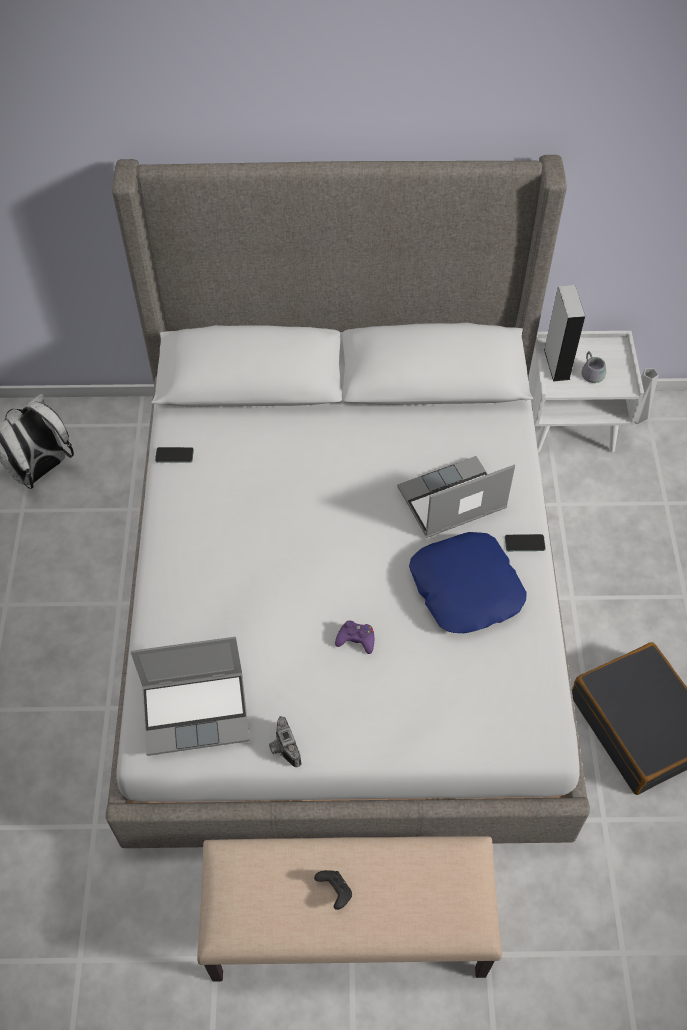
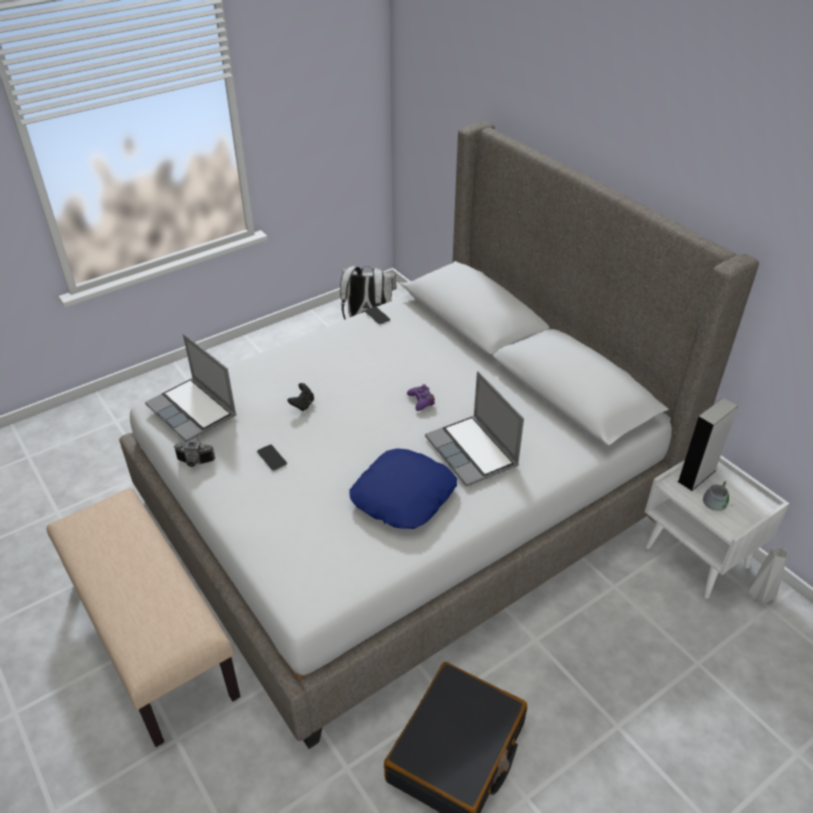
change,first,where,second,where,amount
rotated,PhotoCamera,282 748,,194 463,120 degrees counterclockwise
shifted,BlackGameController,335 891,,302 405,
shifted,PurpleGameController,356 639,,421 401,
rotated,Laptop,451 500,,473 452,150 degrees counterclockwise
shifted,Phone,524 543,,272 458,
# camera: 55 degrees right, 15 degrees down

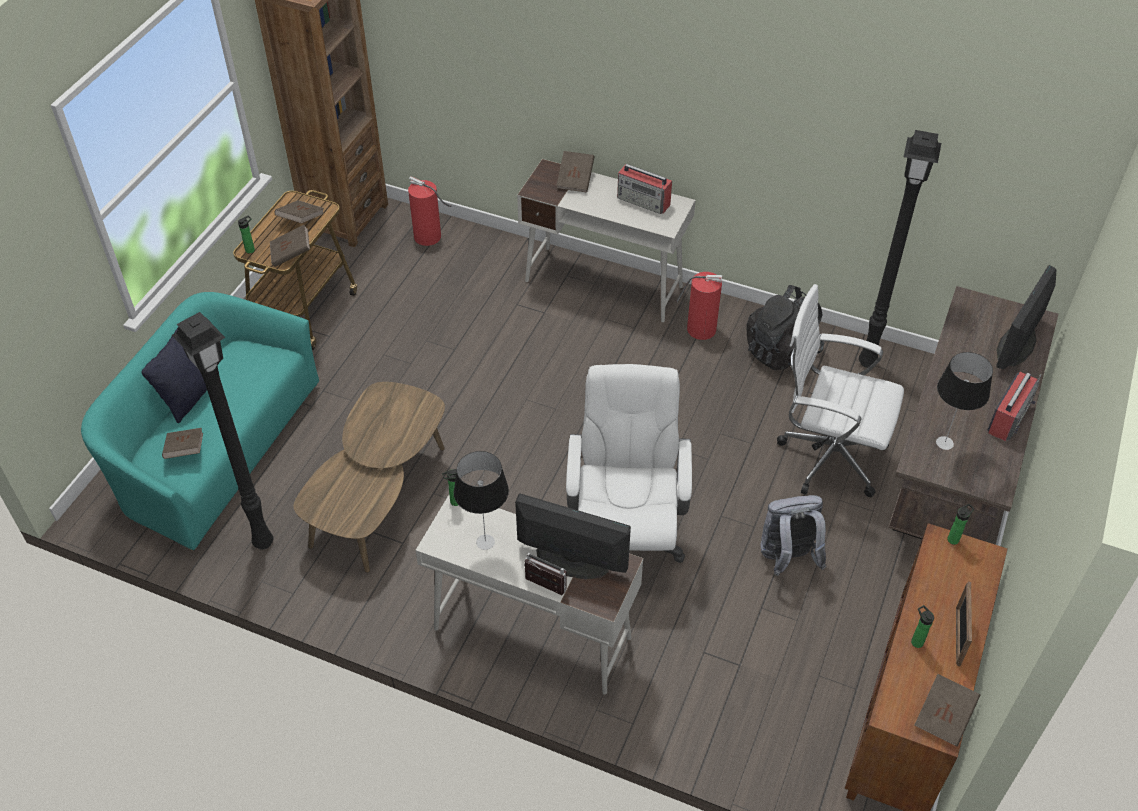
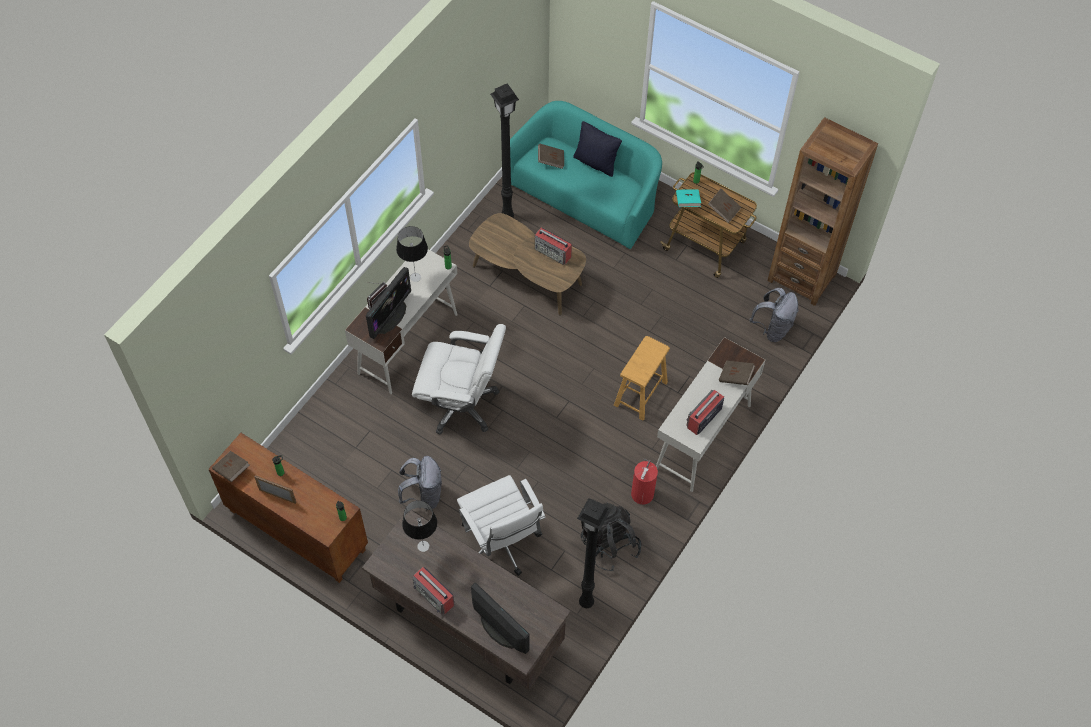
change,first,where,second,where,amount
repainted,BrownBook,291 254,TurquoiseBook,687 202,
swapped,FireExtinguisher,428 237,GreyBackpack,773 328,
rotated,WhiteOfficeChair,826 456,,502 545,120 degrees clockwise
new,,,Radio,553 253,
new,,,BrownStool,640 393,
# camera: 100 degrees right, 10 degrees up

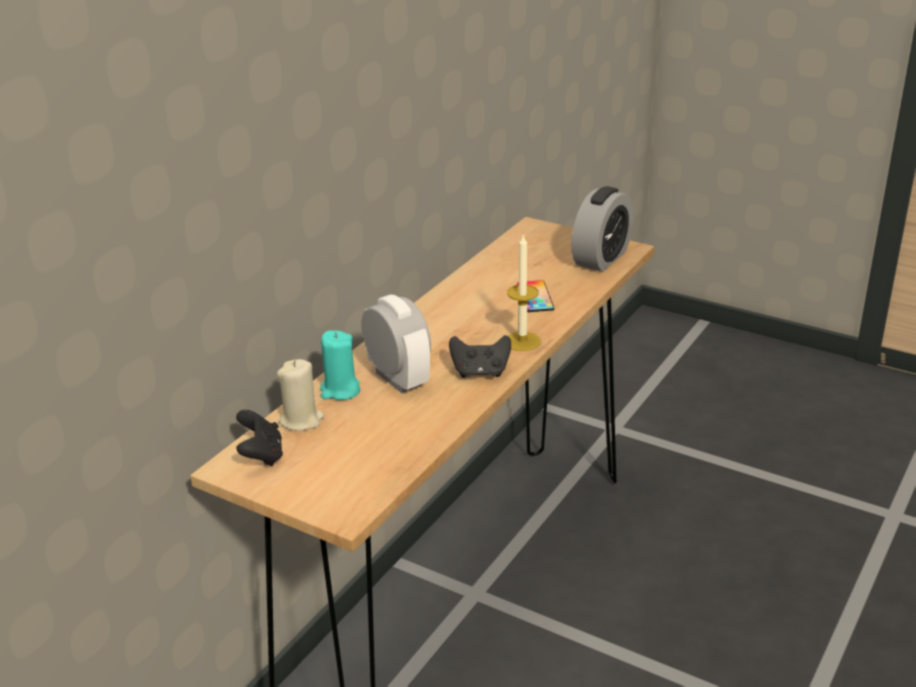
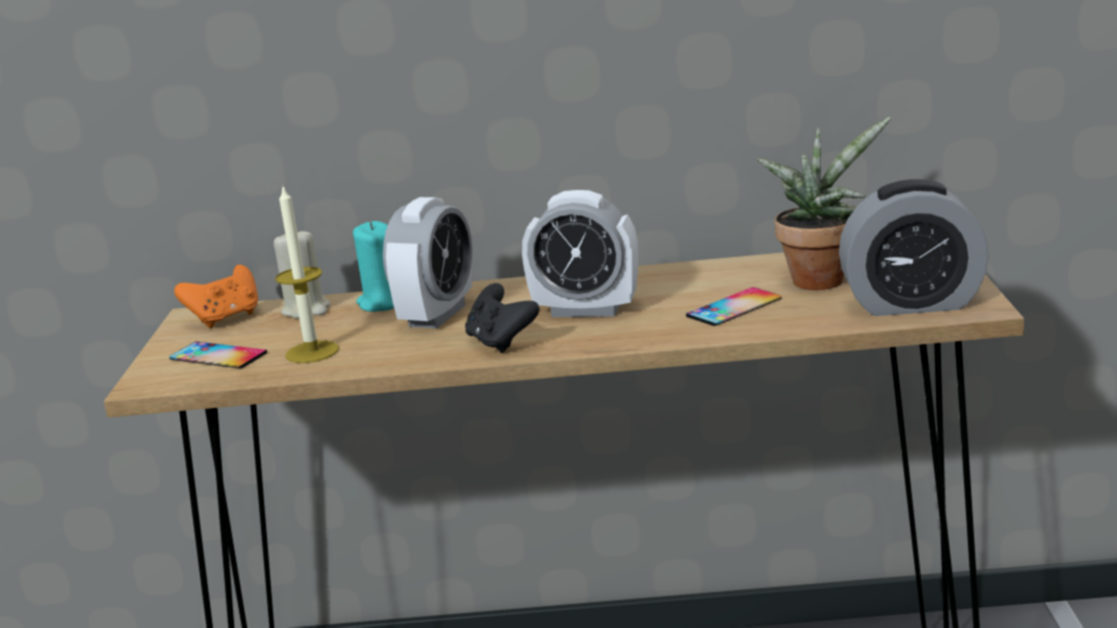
change,first,where,second,where,amount
repainted,BlackGameController,261 456,OrangeGameController,226 319,
shifted,Candle,522 341,,312 352,
new,,,Phone,218 356,
new,,,AlarmClock,586 310,
new,,,PottedPlant,821 278,
# camera: 60 degrees right, 10 degrees down

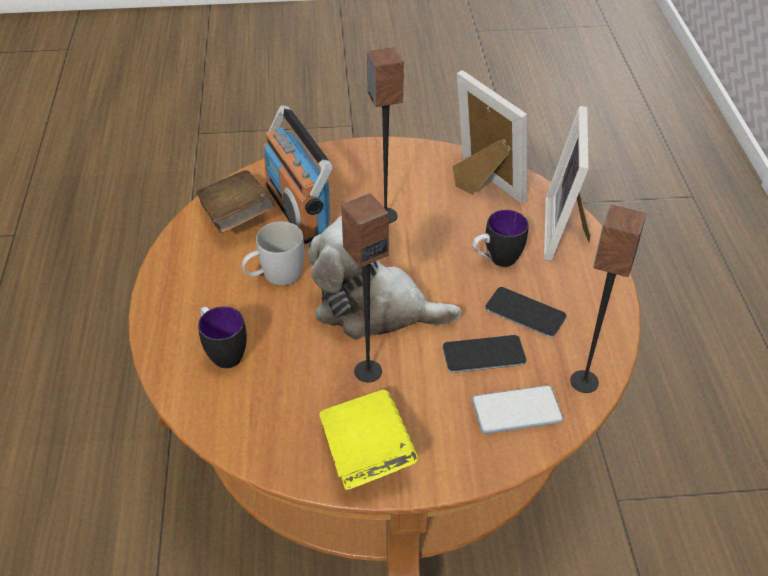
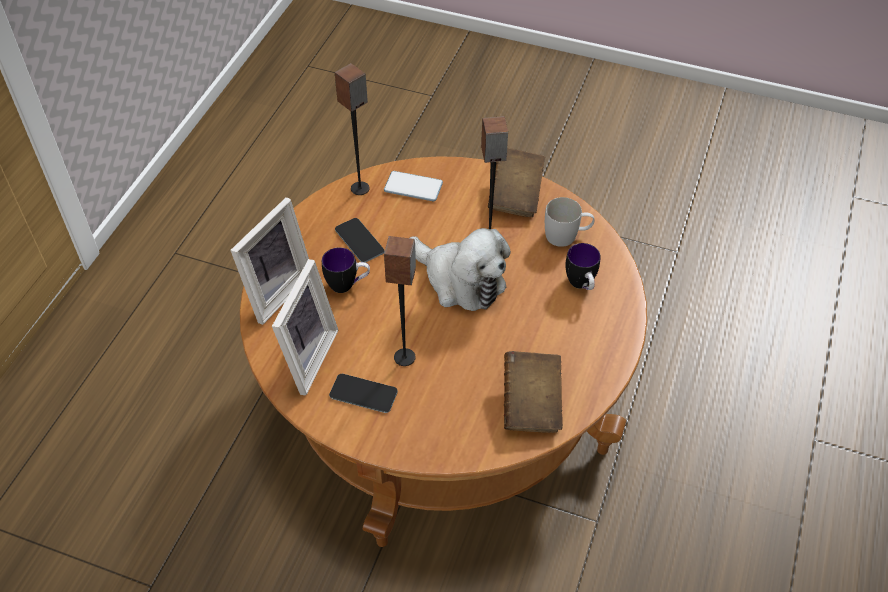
change,first,where,second,where,amount
shifted,WhiteMug,275 275,,567 235,
gone,Radio,298 210,,,
repainted,YellowBook,366 454,BrownBook,515 195,
shifted,Phone,484 354,,363 393,
rotated,PictureFrame,481 186,,304 357,150 degrees counterclockwise
# camera: 155 degrees left, 5 degrees up

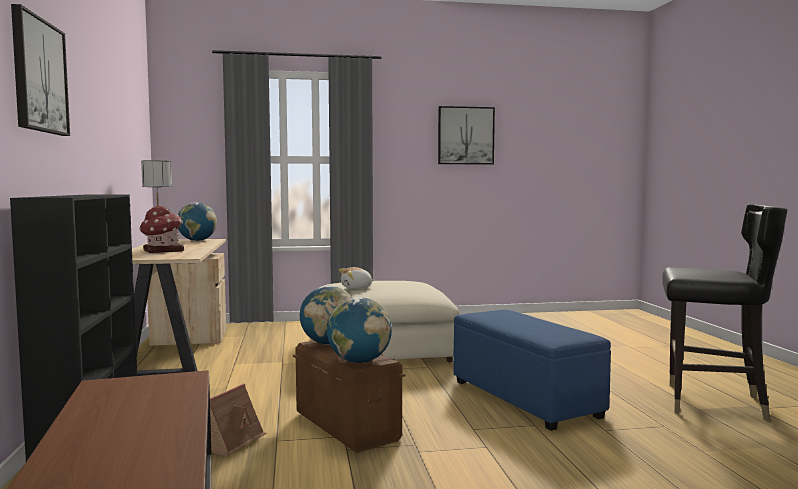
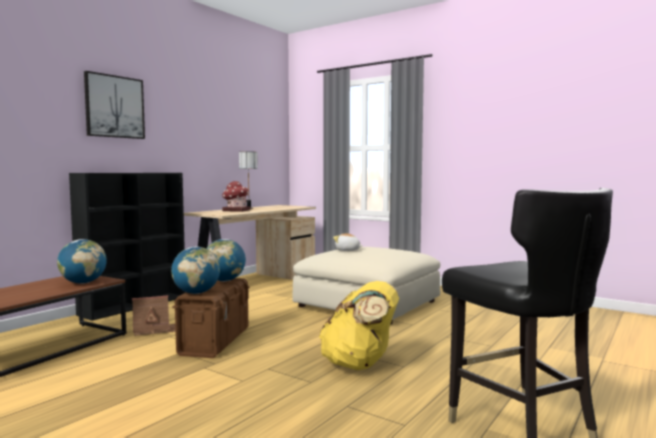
change,first,where,second,where,amount
shifted,Globe,197 240,,83 283,
gone,Picture,465 135,,,
swapped,BlueOttoman,525 399,YellowBackpack,360 364,
# camera: 45 degrees right, 0 degrees up

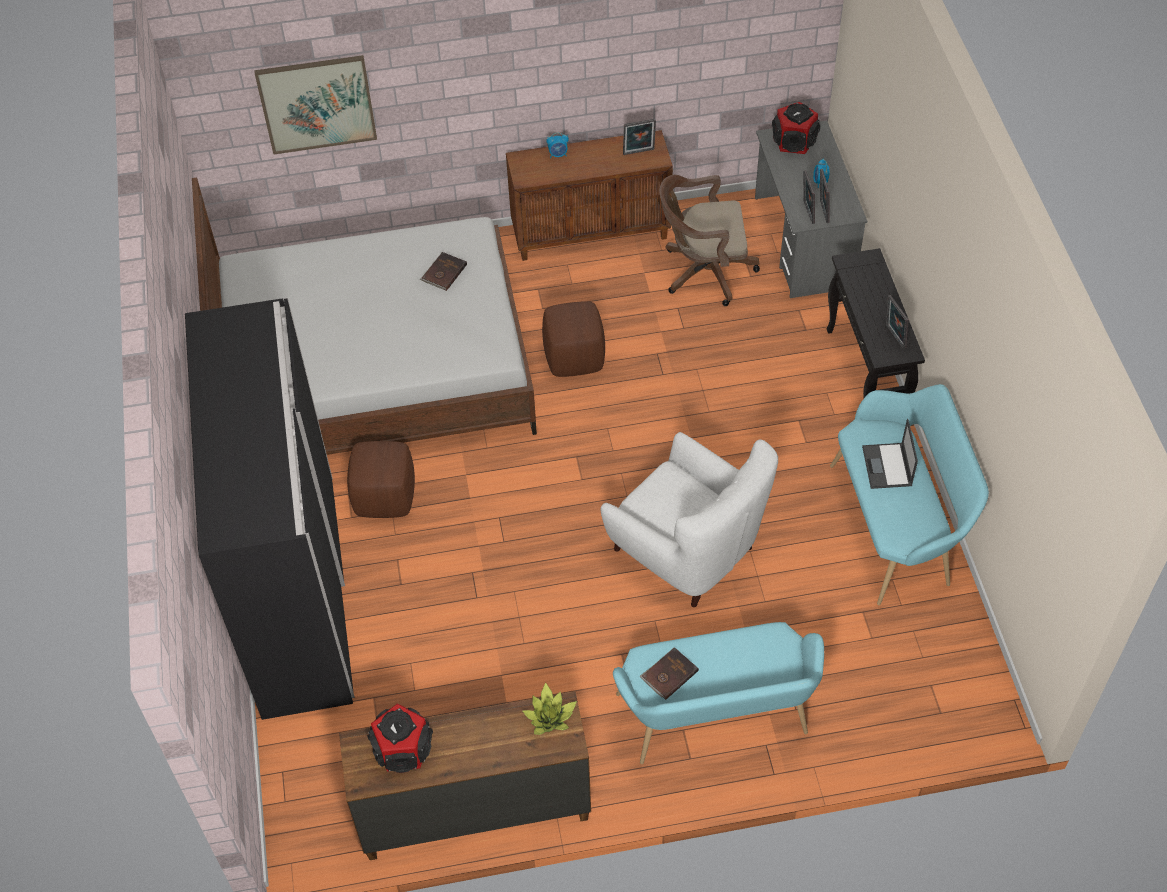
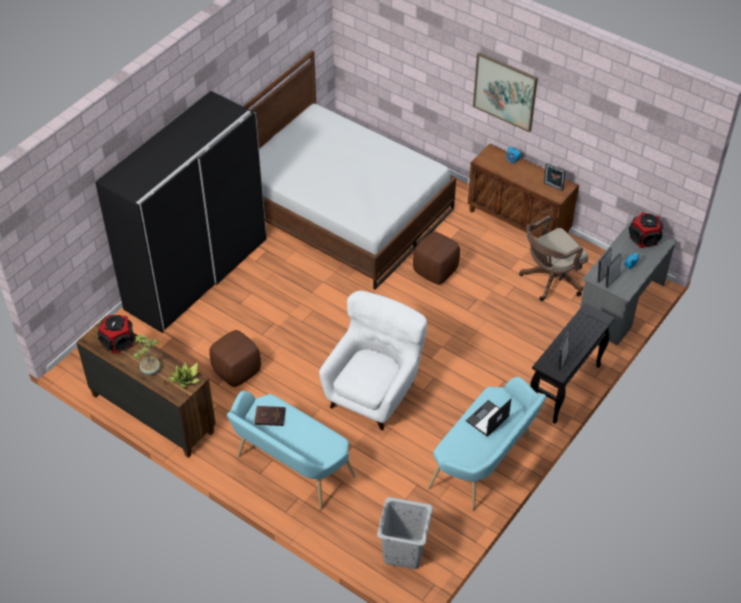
change,first,where,second,where,amount
shifted,Picture,317 104,,505 91,
shifted,BrownOttoman,385 497,,237 371,
gone,BrownBook,443 273,,,
rotated,WhiteArmchair,687 551,,373 392,150 degrees counterclockwise
rotated,BrownOfficeChair,703 272,,550 280,75 degrees counterclockwise
new,,,PottedPlant,150 369,
new,,,GreyLaundryBasket,403 551,
# camera: 45 degrees right, 5 degrees down

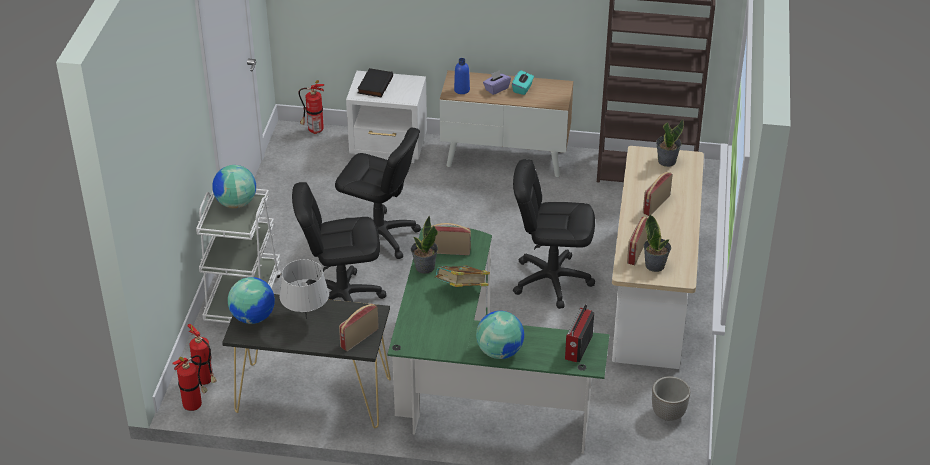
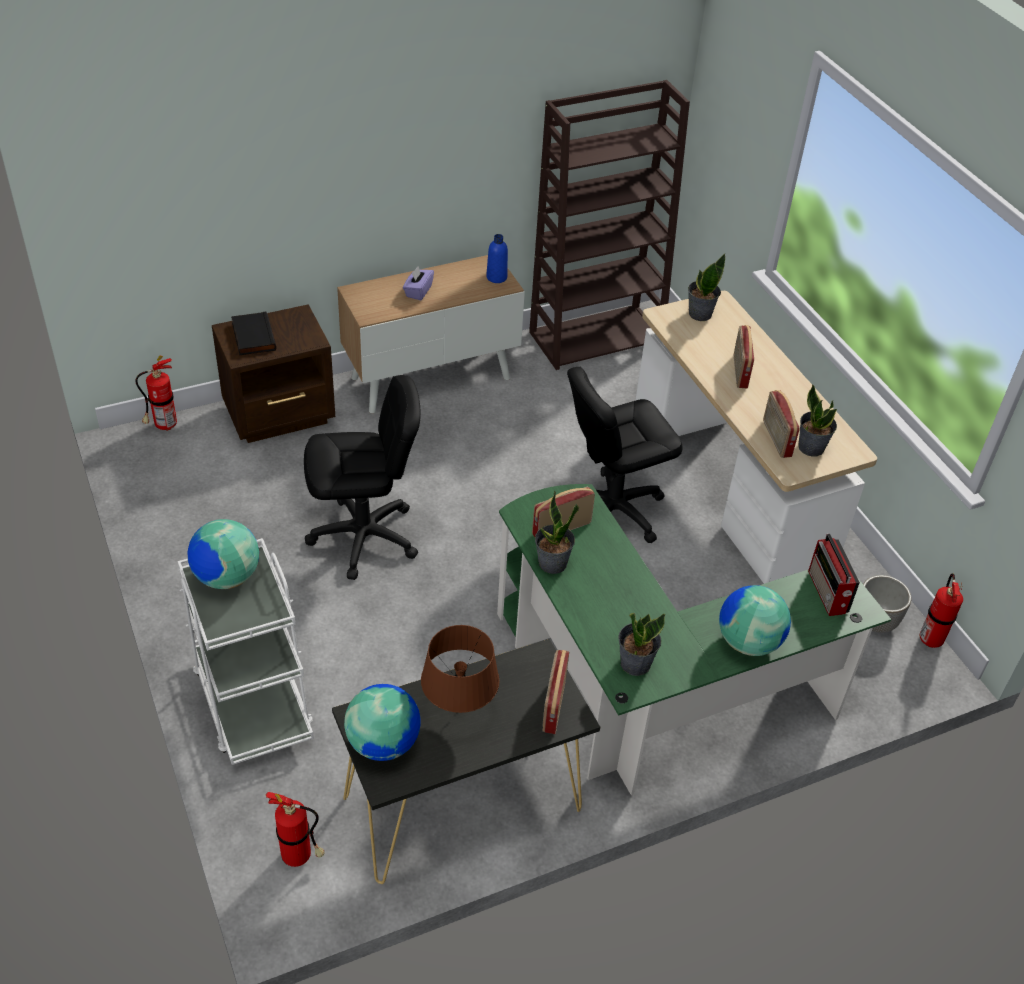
change,first,where,second,where,amount
shifted,FireExtinguisher,194 405,,930 638,
repainted,GreyTableLamp,306 319,BrownTableLamp,459 710,
gone,BlackOfficeChair,342 299,,,
repainted,WhiteNightstand,389 148,BrownNightstand,281 415,
gone,Book,461 290,,,
shifted,BlueBottle,462 90,,496 277,
gone,TurquoiseTissueBox,522 89,,,
new,,,PottedPlant,635 663,
# camera: 35 degrees left, 5 degrees up

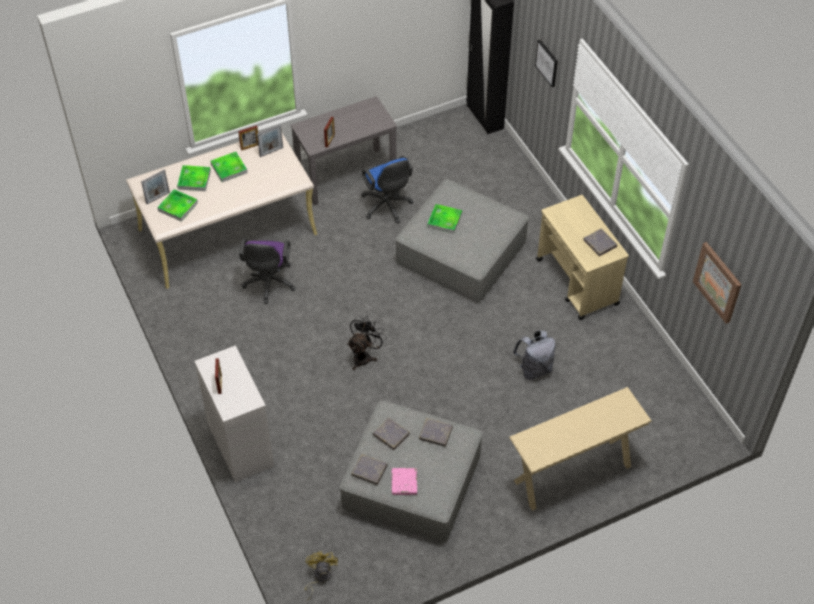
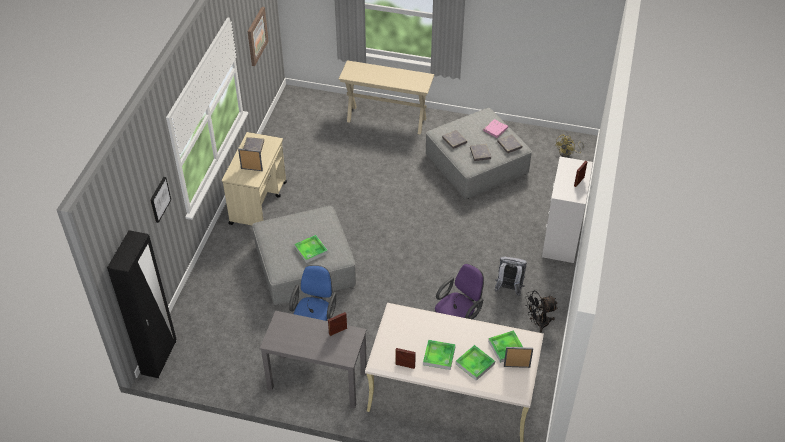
change,first,where,second,where,amount
shifted,PictureFrame,271 152,,251 169,
shifted,BlackFan,364 356,,538 323,
shifted,GreyBackpack,534 369,,508 289,
# camera: 140 degrees left, 5 degrees down

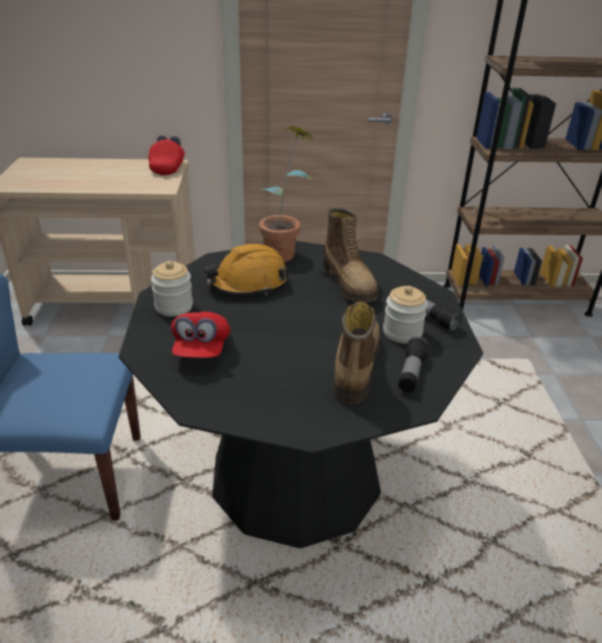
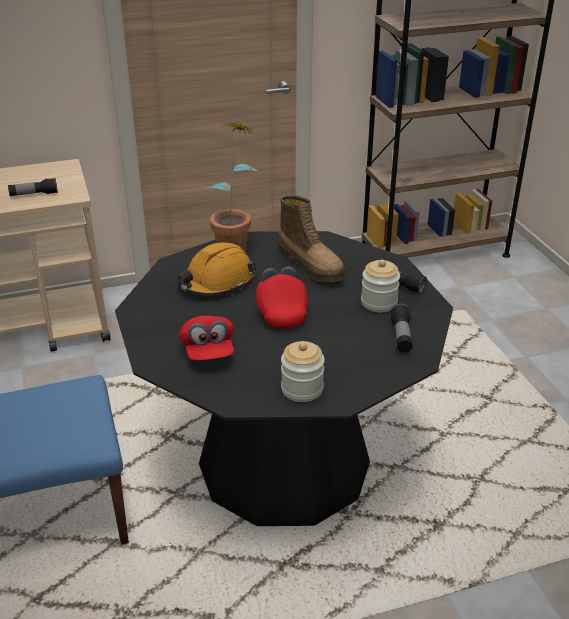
change,first,where,second,where,amount
shifted,RedCap,168 167,,281 311,
shifted,Jar,174 307,,302 389,
gone,Boot,354 365,,,
new,,,Flashlight,34 194,
# camera: 15 degrees left, 0 degrees up

